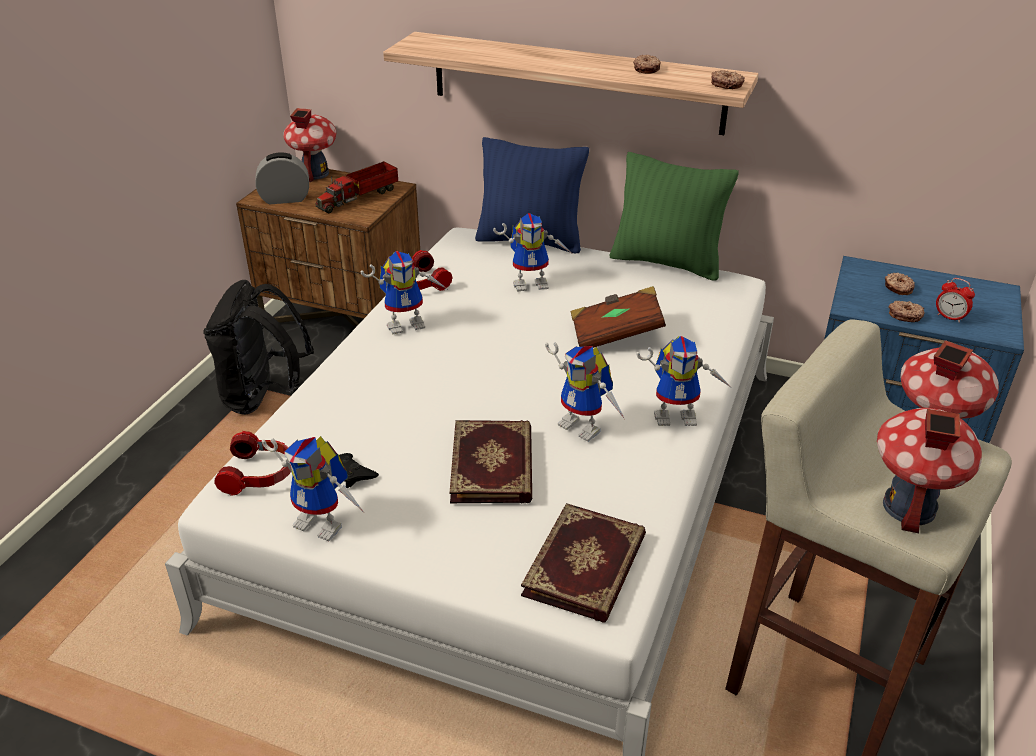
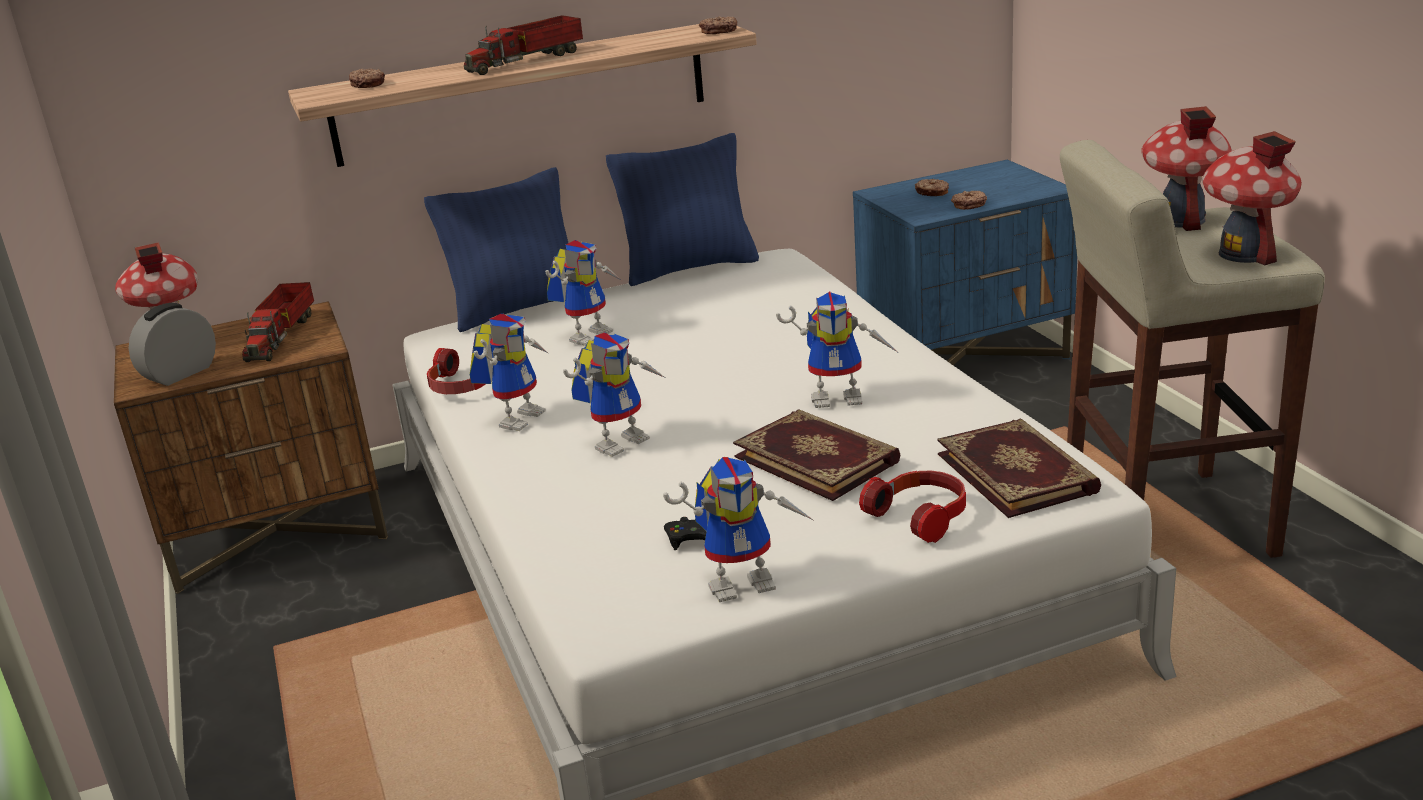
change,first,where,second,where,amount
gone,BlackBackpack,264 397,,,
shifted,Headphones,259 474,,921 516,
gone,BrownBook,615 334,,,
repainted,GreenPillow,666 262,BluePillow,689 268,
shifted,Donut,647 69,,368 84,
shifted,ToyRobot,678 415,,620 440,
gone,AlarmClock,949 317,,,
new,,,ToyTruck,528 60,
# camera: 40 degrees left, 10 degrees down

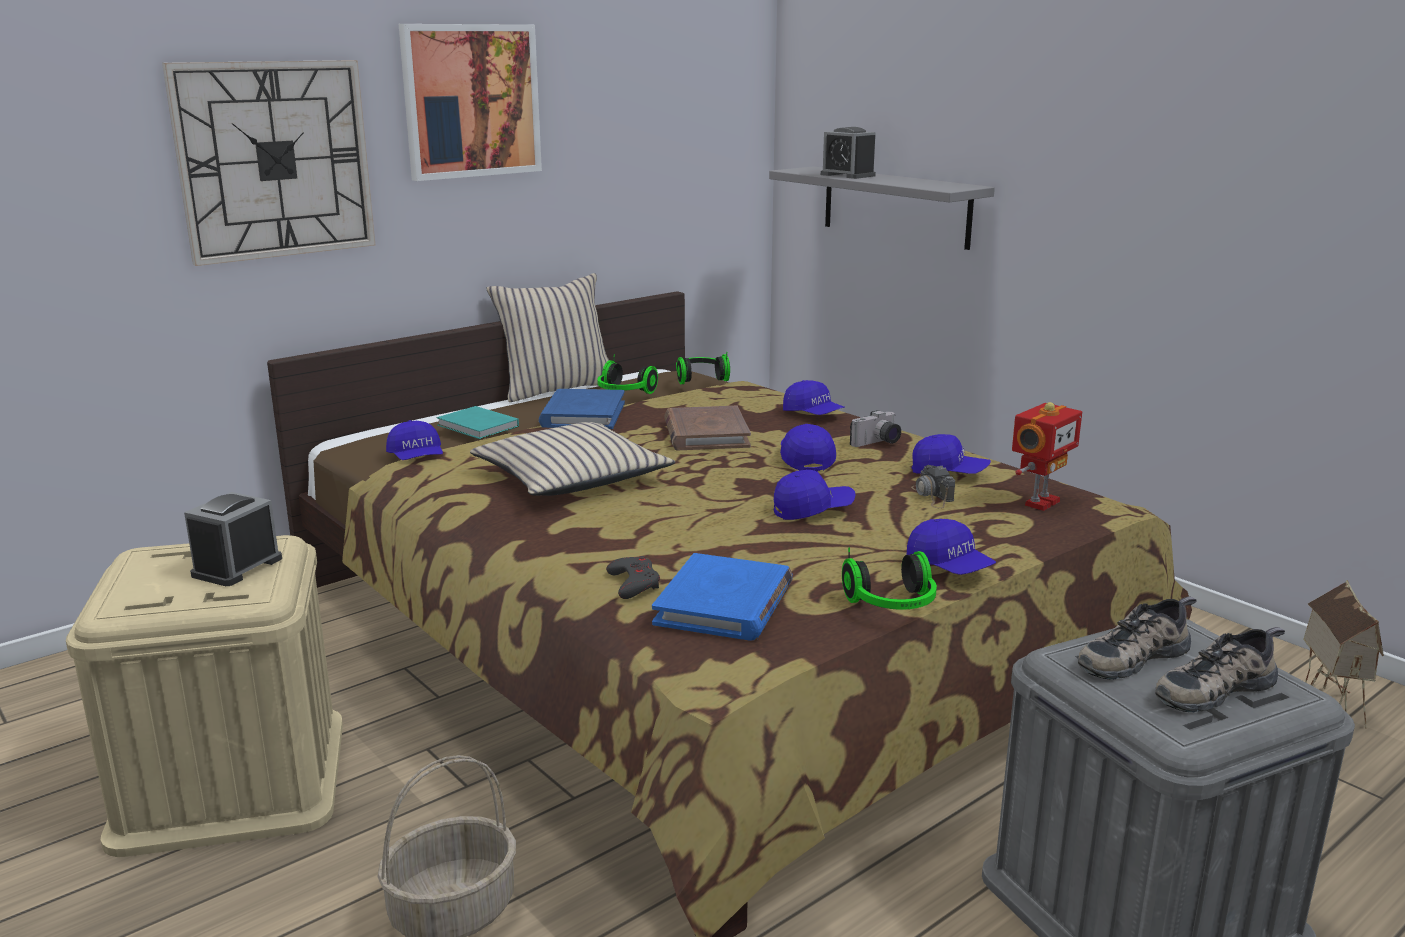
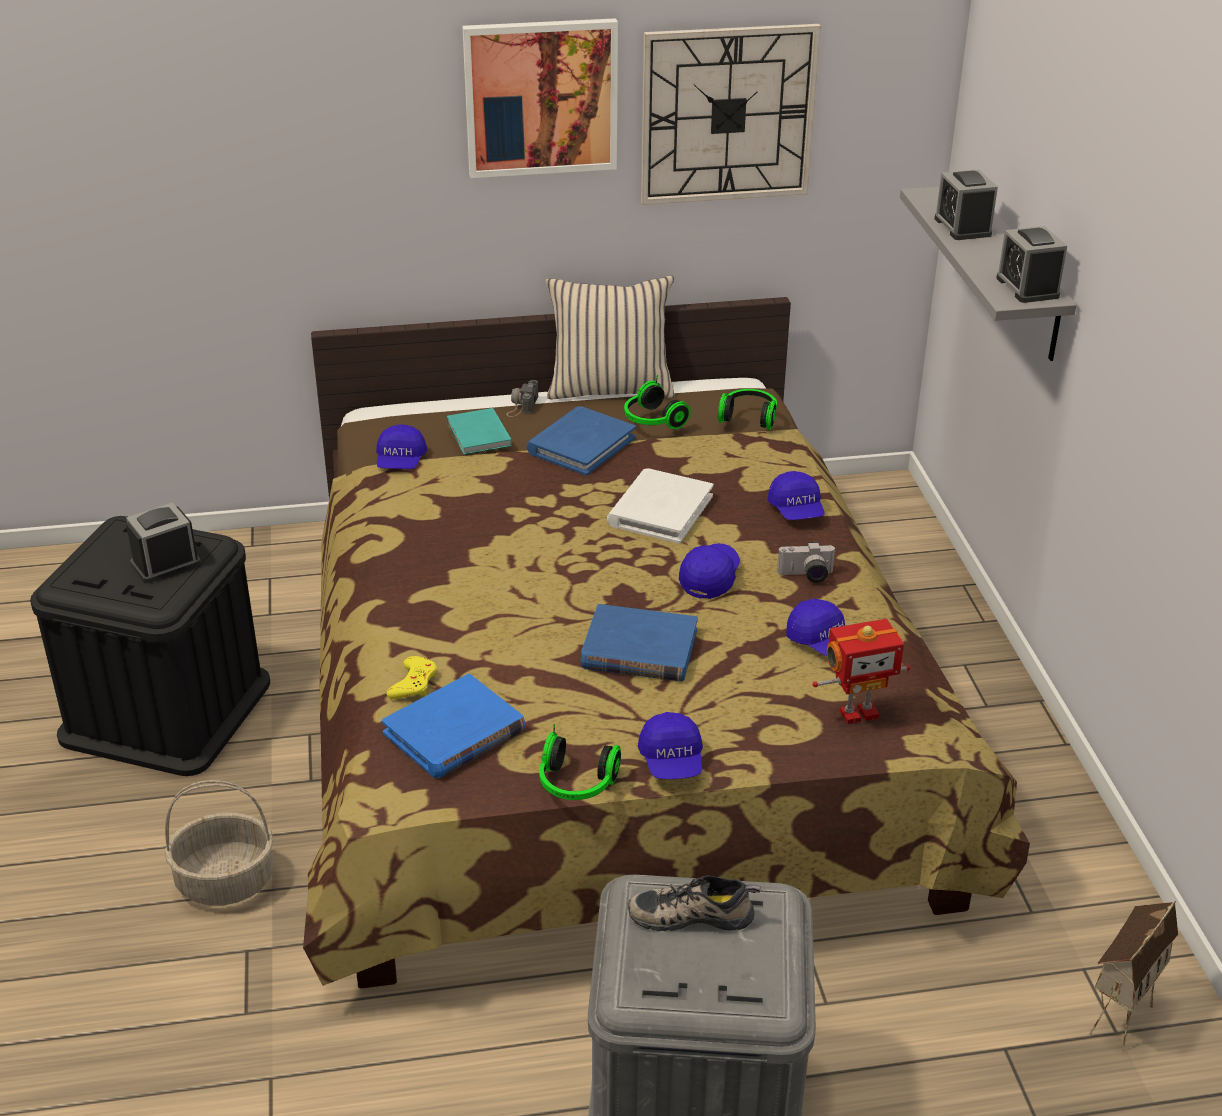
change,first,where,second,where,amount
repainted,BeigeStorageBox,232 779,BlackStorageBox,166 709,
shifted,WallClock,275 160,,727 114,
gone,BeigePillow,571 478,,,
repainted,GreyGameController,634 583,YellowGameController,413 683,
repainted,BrownBook,706 434,WhiteBook,660 510,
swapped,BlueCap,812 510,BlueBook,639 649,
shifted,PhotoCamera,932 496,,522 405,
gone,Shoe,1213 687,,,
new,,,AlarmClock,1027 287,
# camera: 30 degrees right, 15 degrees up

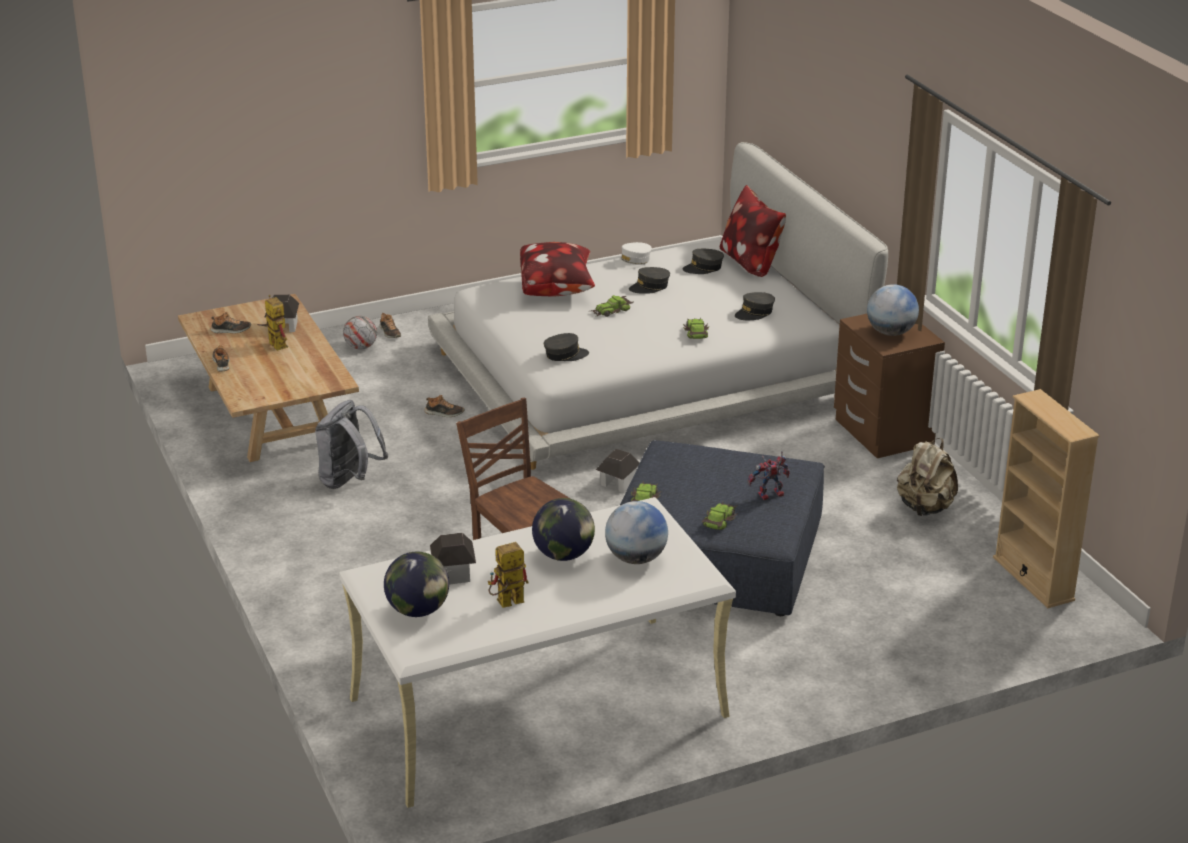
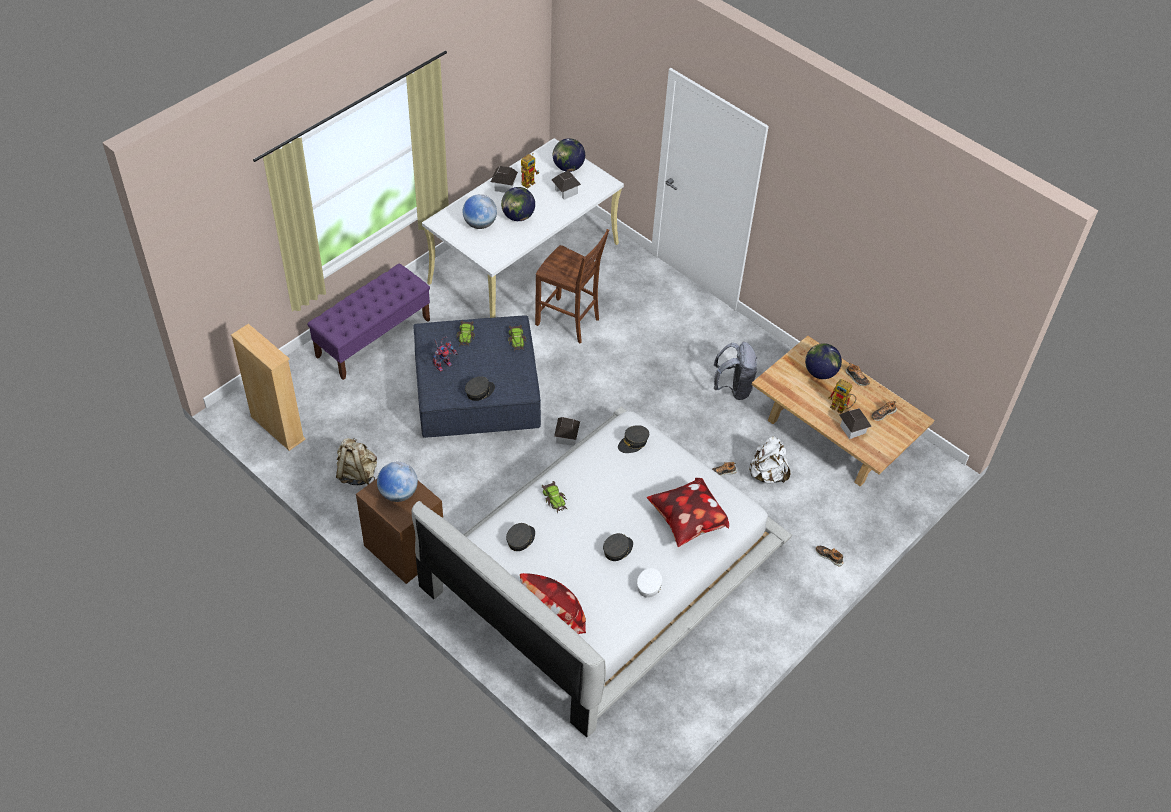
change,first,where,second,where,amount
gone,Football,361 347,,,
gone,ToyCar,611 311,,,
shifted,GreyCap,703 268,,479 392,
new,,,PurpleBench,373 338,
new,,,ToyHouse,504 186,
new,,,WhiteBackpack,767 474,
new,,,Globe,820 373,
# camera: 155 degrees right, 20 degrees up

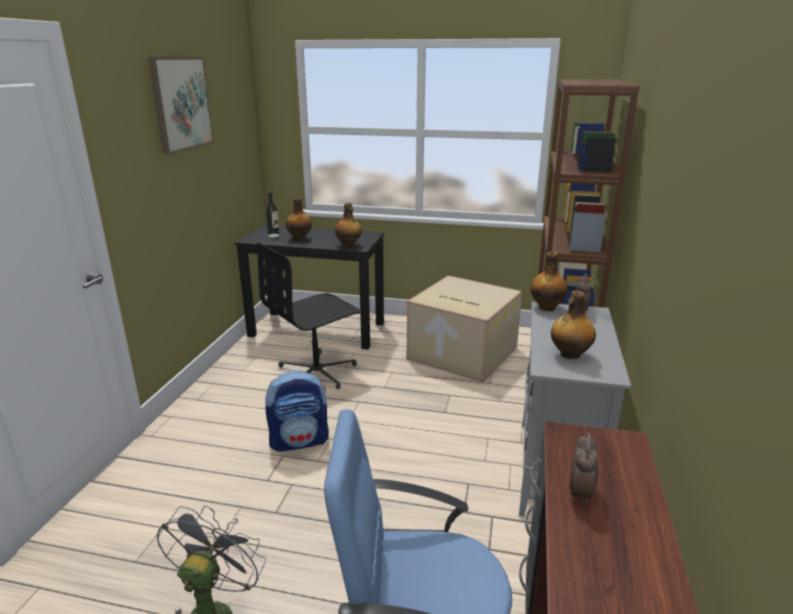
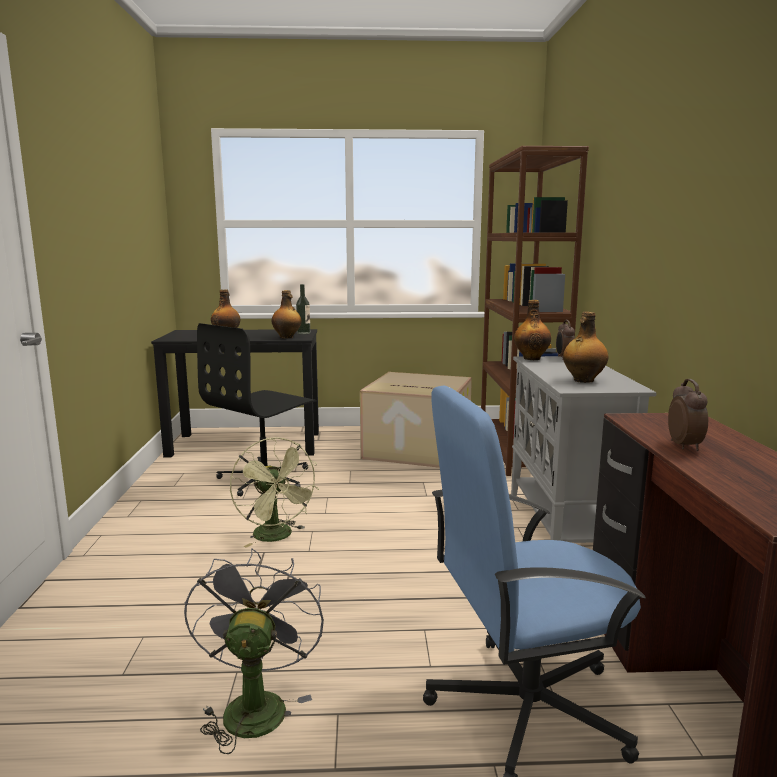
change,first,where,second,where,amount
gone,Picture,181 103,,,
shifted,Bottle,273 235,,303 333,
swapped,Backpack,300 441,GreenFan,277 537,
# camera: 15 degrees left, 10 degrees down

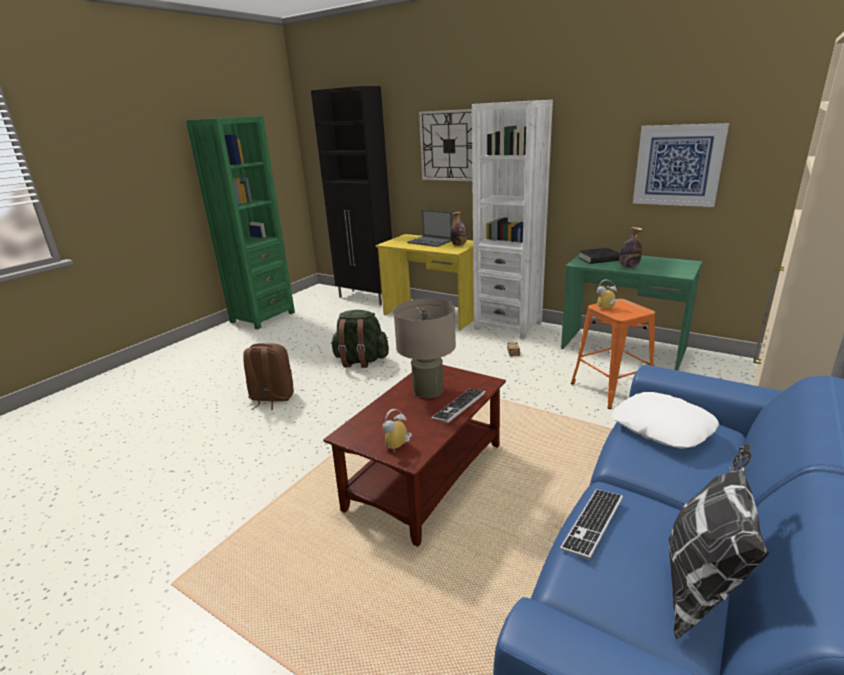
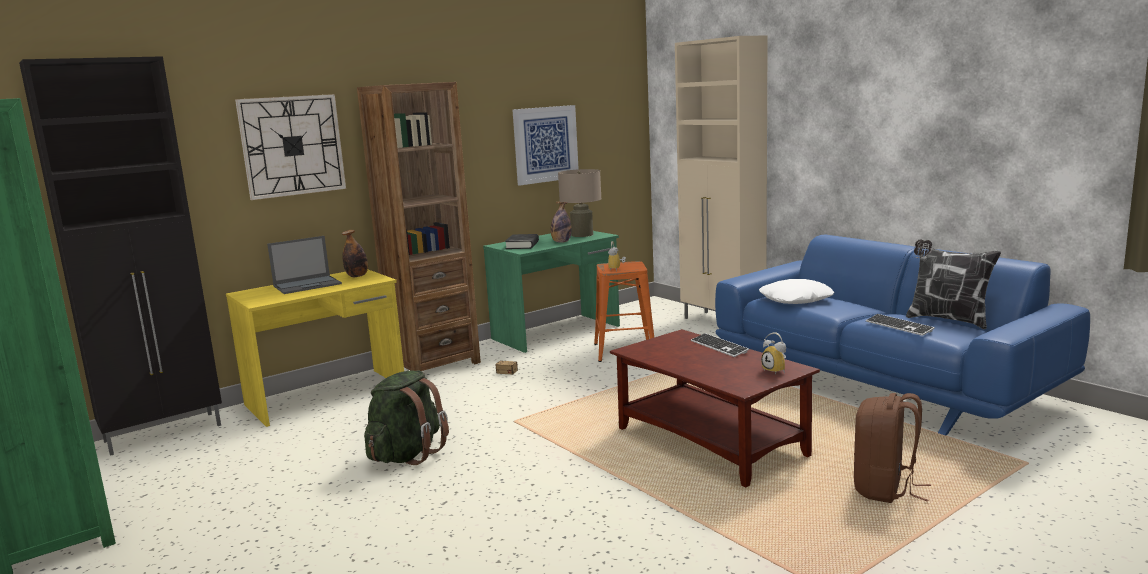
change,first,where,second,where,amount
shifted,BrownBackpack,271 398,,885 489,
shifted,BeigeTableLamp,428 390,,582 235,
repainted,WhiteBookcase,508 325,BrownBookcase,434 364,
# camera: 70 degrees left, 10 degrees down

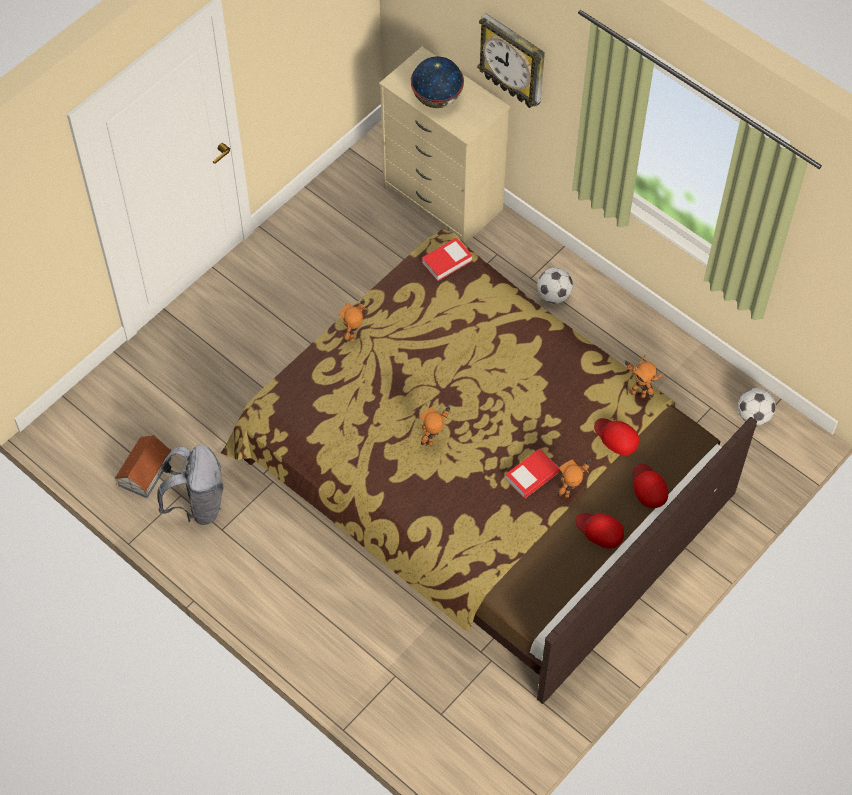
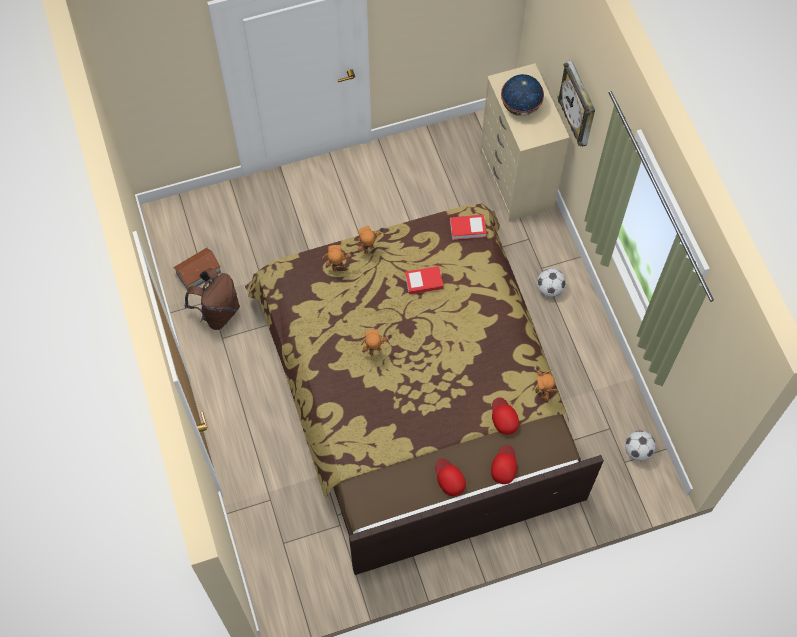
change,first,where,second,where,amount
repainted,GreyBackpack,197 504,BrownBackpack,218 312,
shifted,Book,532 475,,424 282,
shifted,ToyRobot,572 492,,339 270,
# camera: 30 degrees right, 5 degrees up

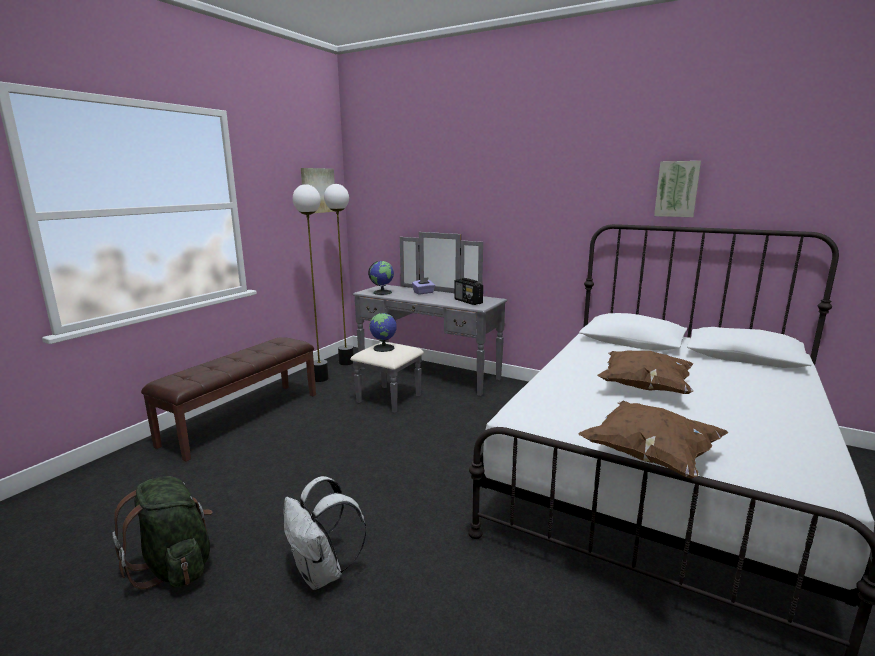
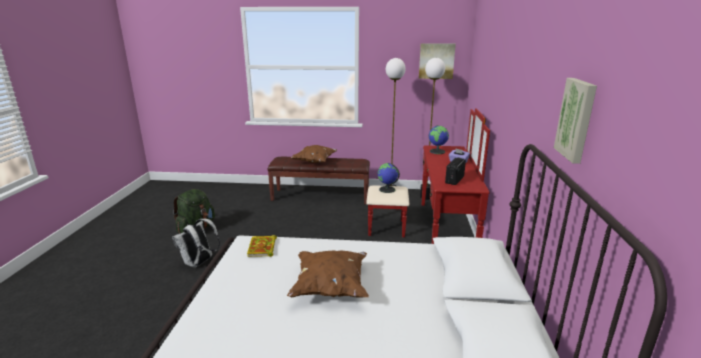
change,first,where,second,where,amount
repainted,GreyDresser,420 379,RedDresser,432 230,
shifted,BrownPillow,649 456,,315 162,
new,,,Book,262 248,
# camera: 65 degrees right, 5 degrees up

